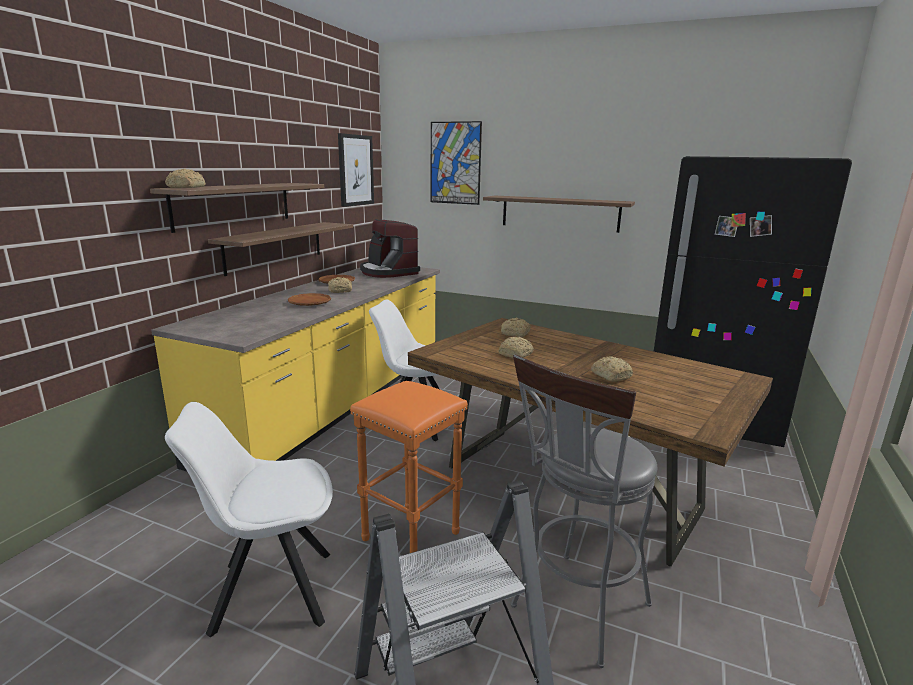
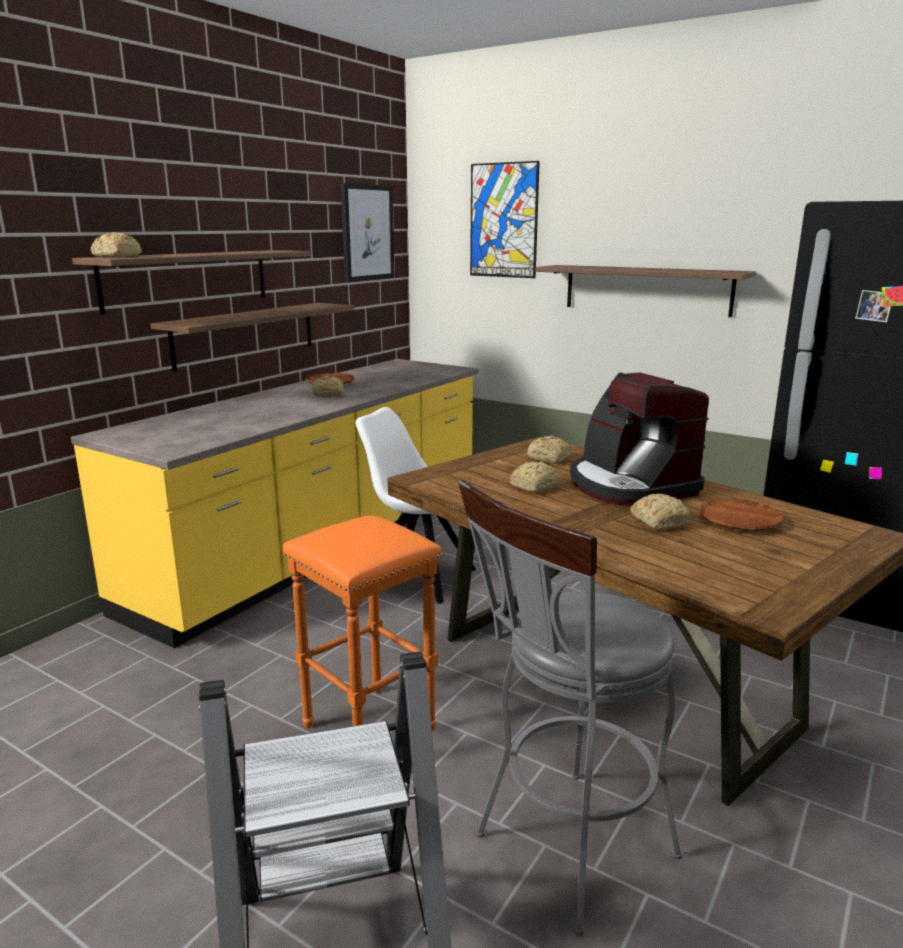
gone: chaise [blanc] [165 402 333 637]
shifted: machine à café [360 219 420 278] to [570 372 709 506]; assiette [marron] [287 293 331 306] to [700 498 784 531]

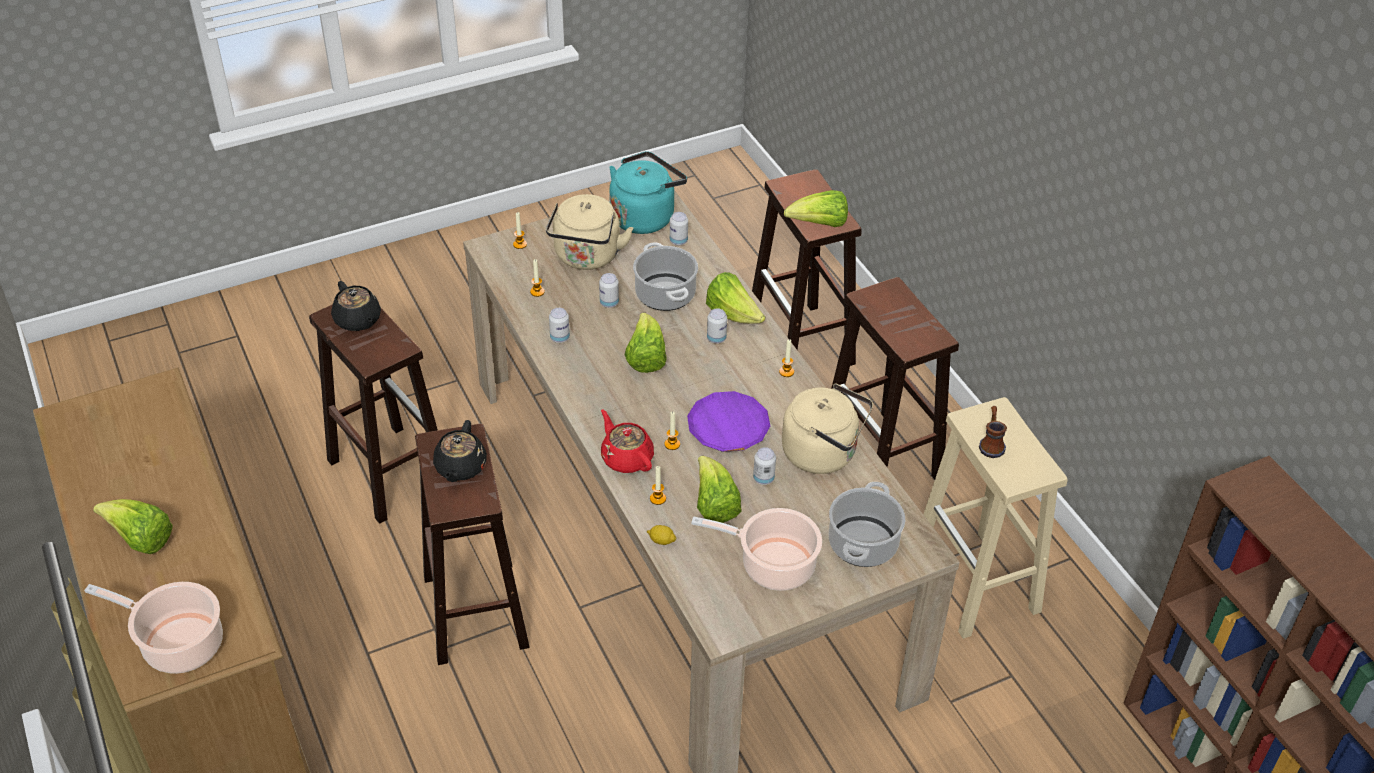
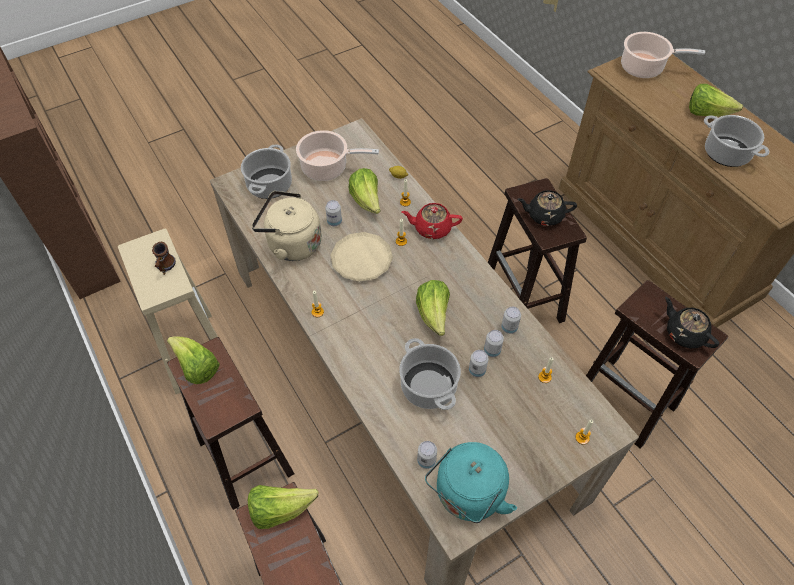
gone: bouilloire [beige] [546 194 633 270]
new: marmite [704 115 769 167]
shifted: laitue [706 272 765 324] to [167 336 220 384]; boîte métallique [707 308 727 344] to [484 330 504 357]
repainted: assiette [violet] [687 391 770 452] to assiette [beige] [330 232 393 282]
rotated: théière [rouge] [601 409 654 473] = [401 203 463 239] 135 degrees clockwise; théière [noir] [433 420 487 482] = [517 190 577 226] 90 degrees counterclockwise

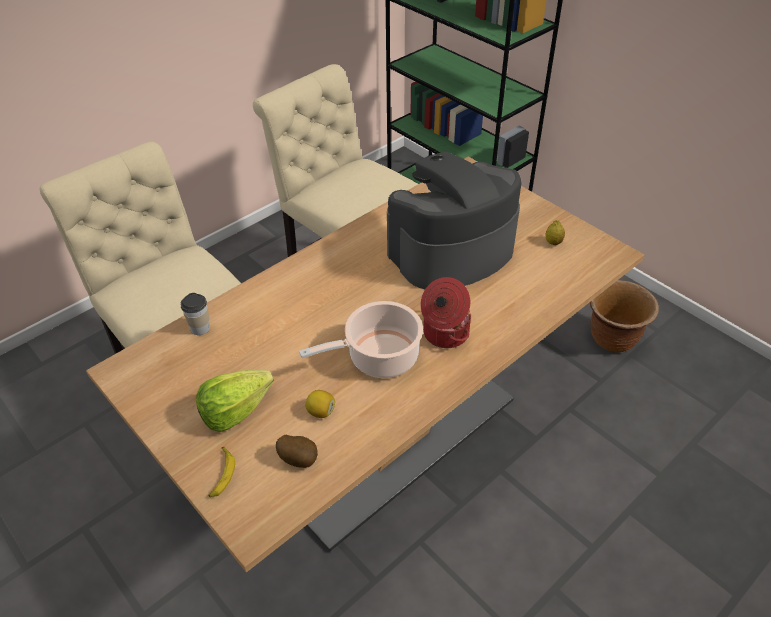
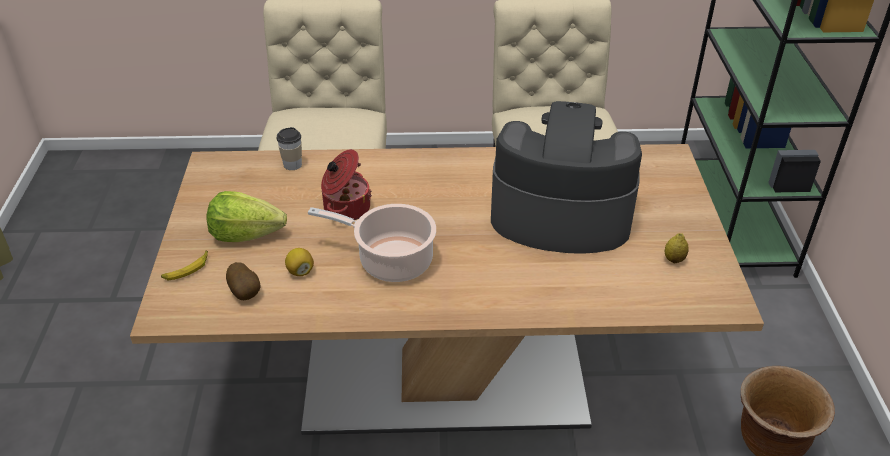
shifted: marmite [421 277 471 348] to [321 149 372 220]

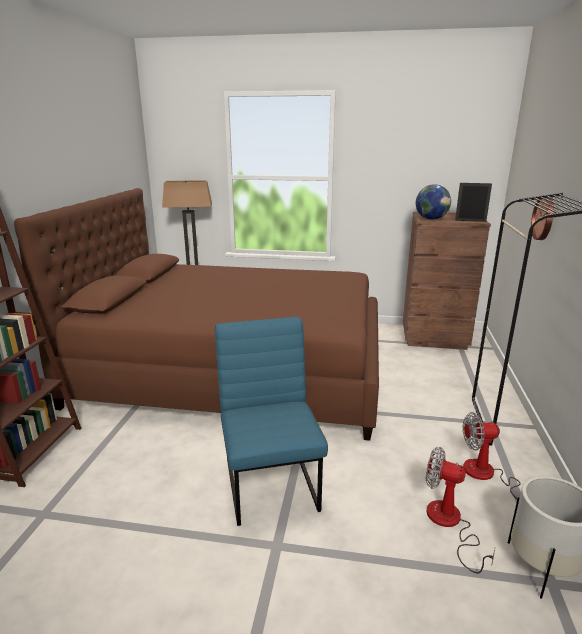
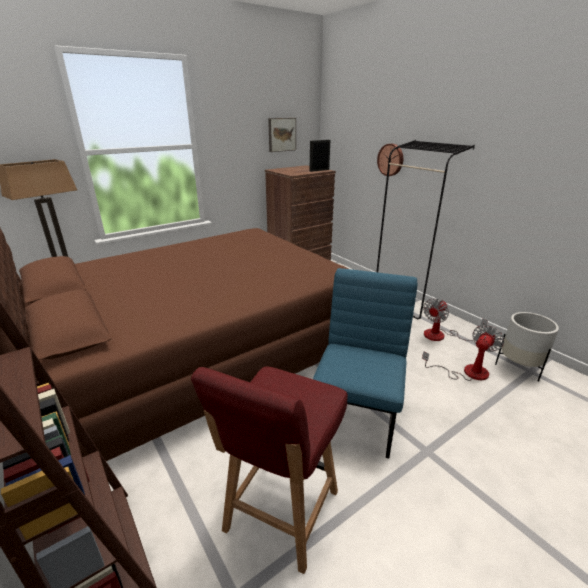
gone: globe [416 184 451 220]
new: chaise [rouge] [191 367 348 574]; tableau [268 118 296 152]
rotated: chaise [bleu] [215 317 328 526] = [313 268 417 459] 75 degrees clockwise; ventilateur [426 447 495 574] = [422 325 504 381] 150 degrees clockwise

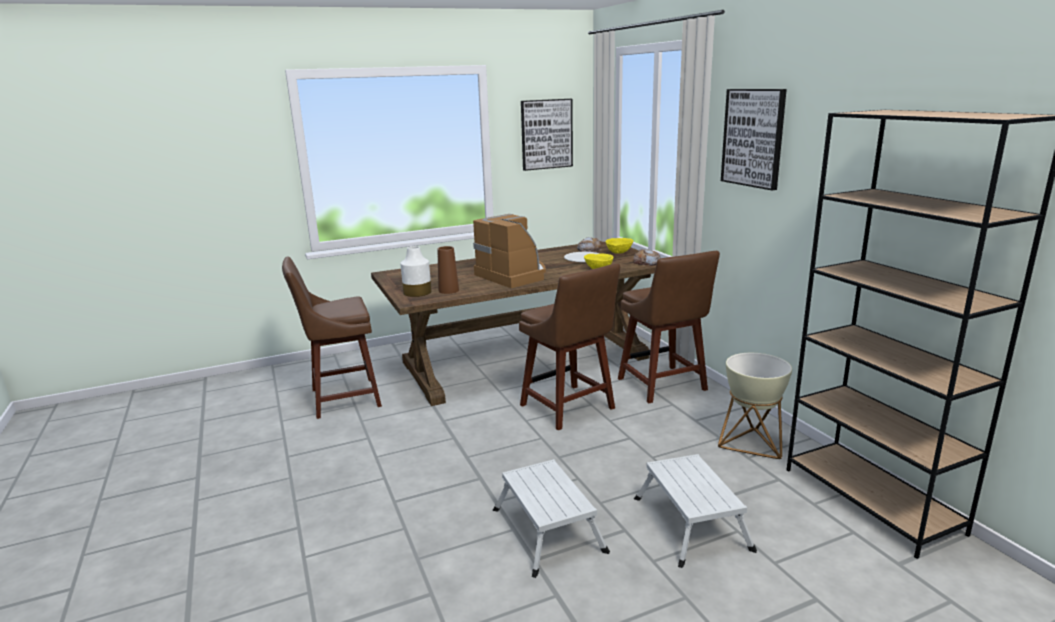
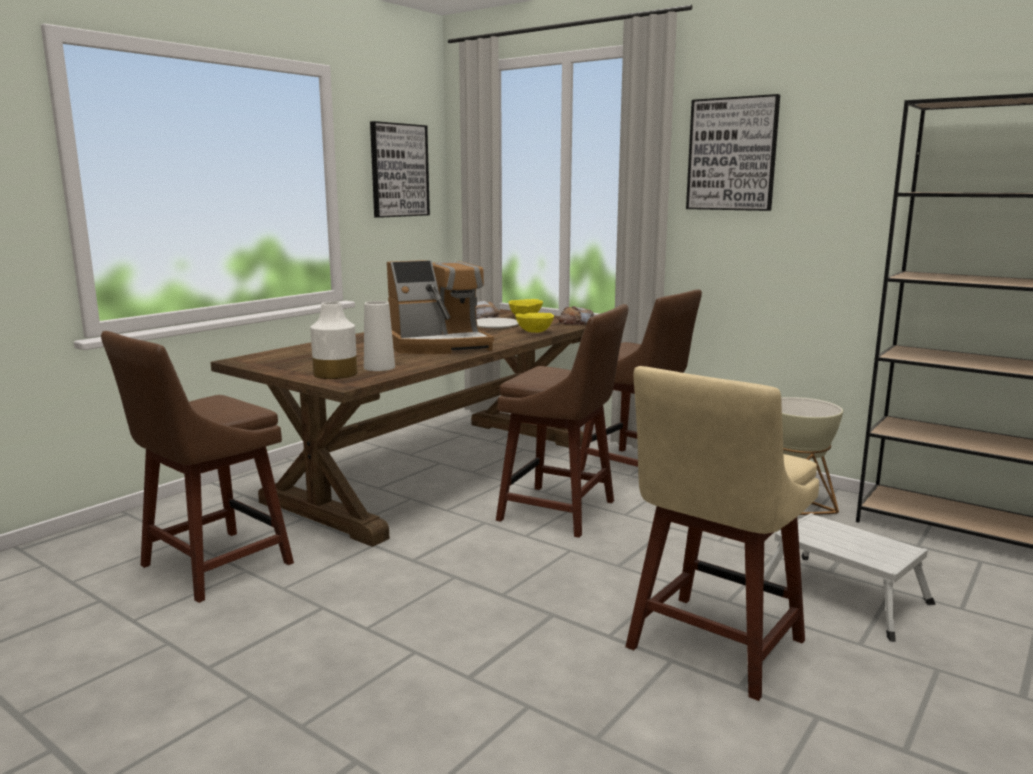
swapped: escabeau [blanc] [492 459 610 578] to chaise [beige] [625 366 819 701]
repainted: vase [marron] [437 246 459 294] to vase [blanc] [364 301 395 371]
rotated: machine à café [473 214 546 288] = [387 260 494 354] 135 degrees clockwise

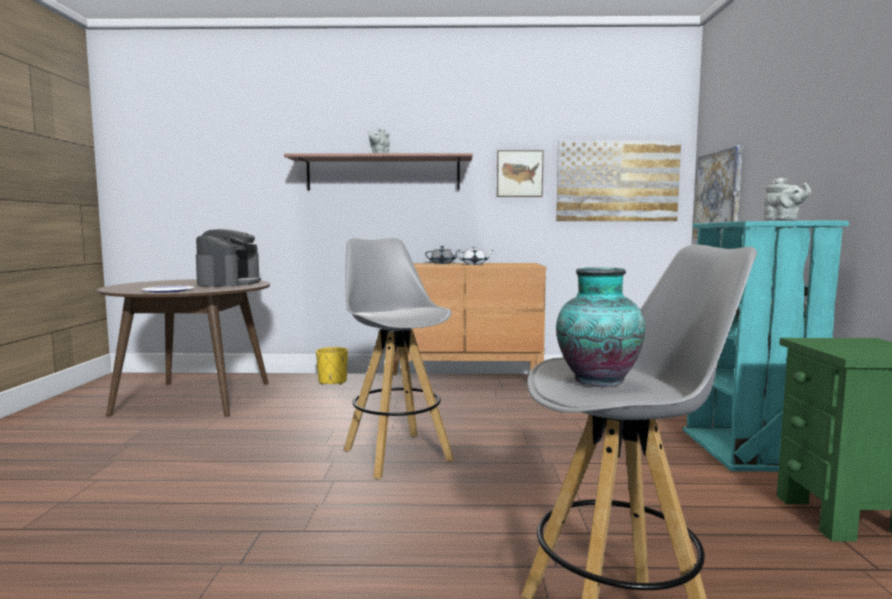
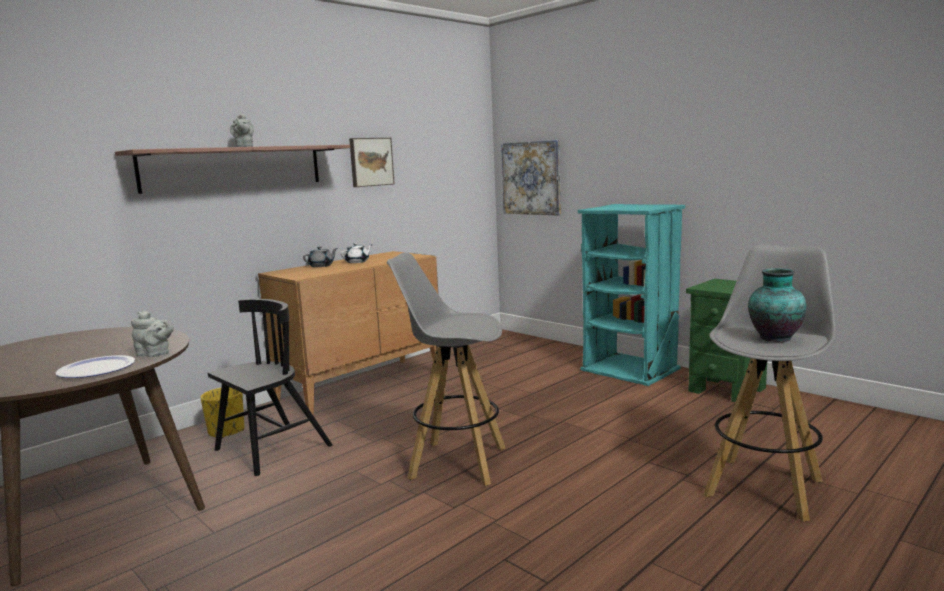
gone: machine à café [196 229 261 287]; tableau [556 140 681 221]
new: chaise [noir] [208 299 333 476]
shifted: théière [gris] [763 178 811 220] to [131 311 174 357]

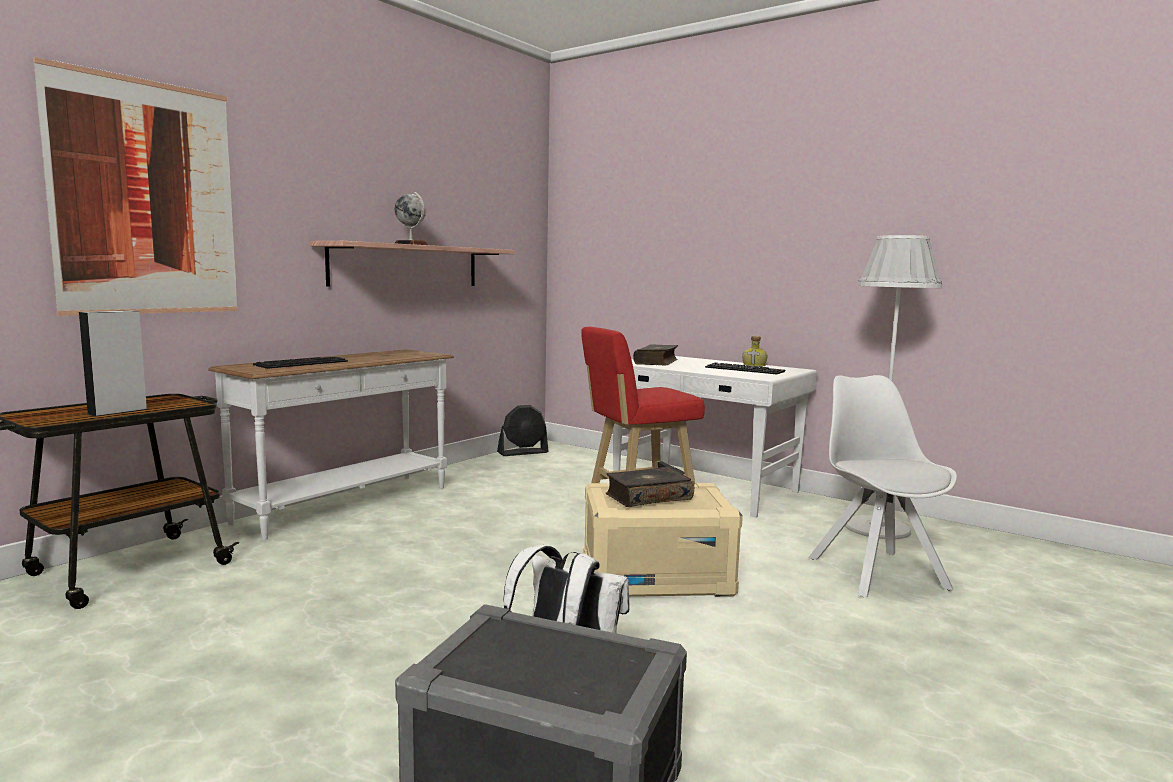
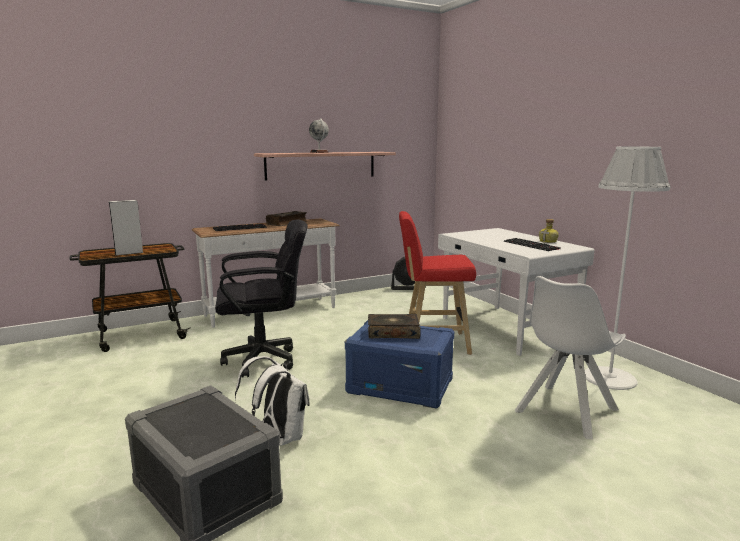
gone: tableau [33 57 238 316]
new: chaise de bureau [noir] [215 219 308 377]
shifted: livre [633 344 678 365] to [266 211 307 226]
repainted: boîte de rangement [beige] [584 483 743 597] to boîte de rangement [bleu] [345 320 454 409]
rotated: chaise [blanc] [808 375 957 598] = [515 276 626 439] 150 degrees counterclockwise

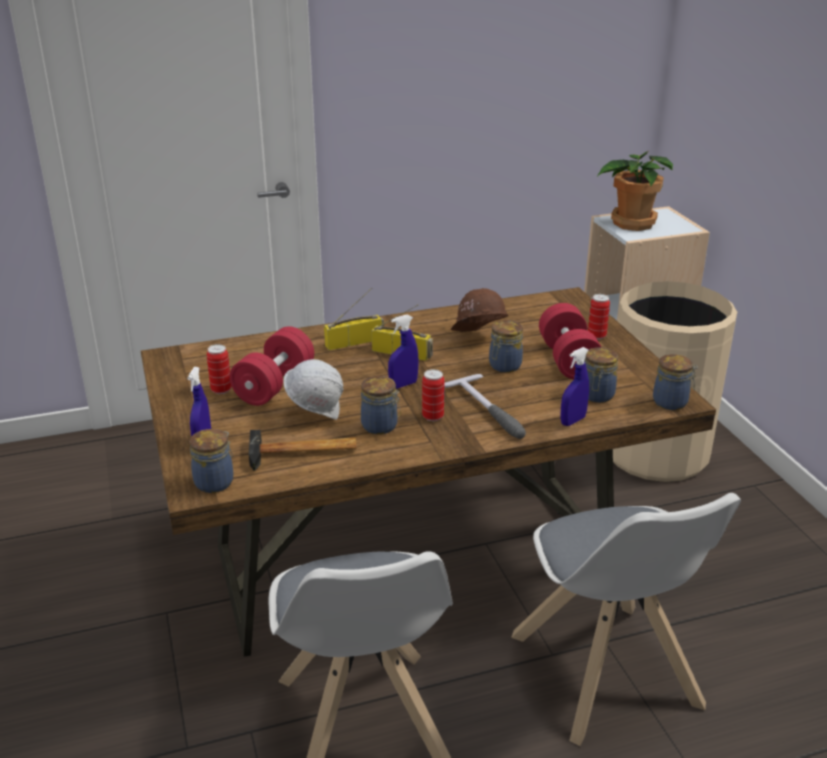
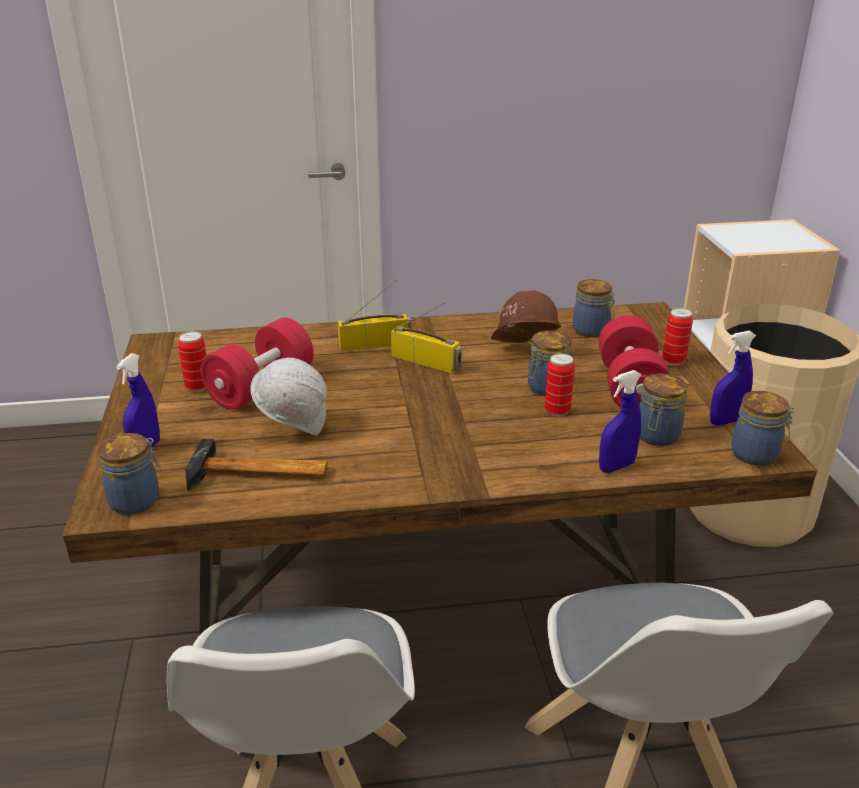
gone: marteau [444 374 526 439]; plante en pot [598 151 673 231]
shifted: boîte métallique [422 369 445 421] to [545 353 575 416]; bocal [361 376 401 434] to [573 279 616 337]; vaporisateur [bleu] [388 314 419 389] to [710 331 756 426]

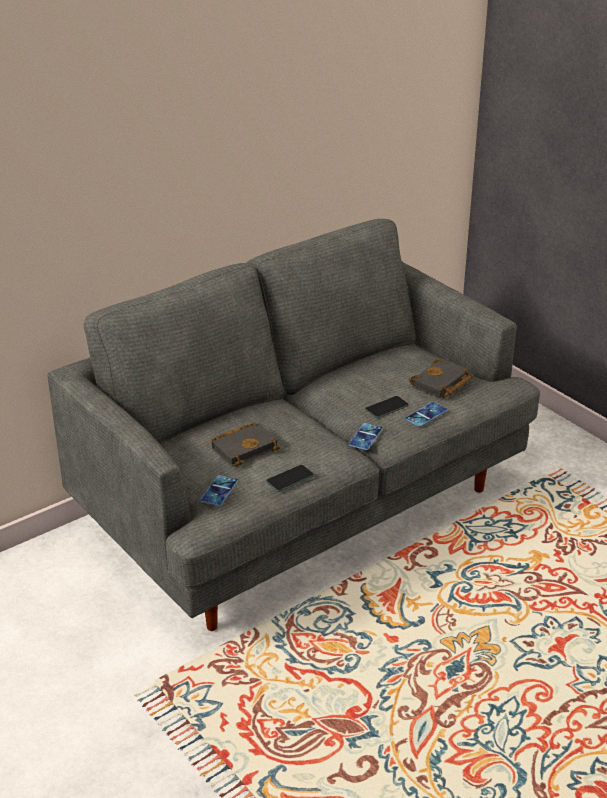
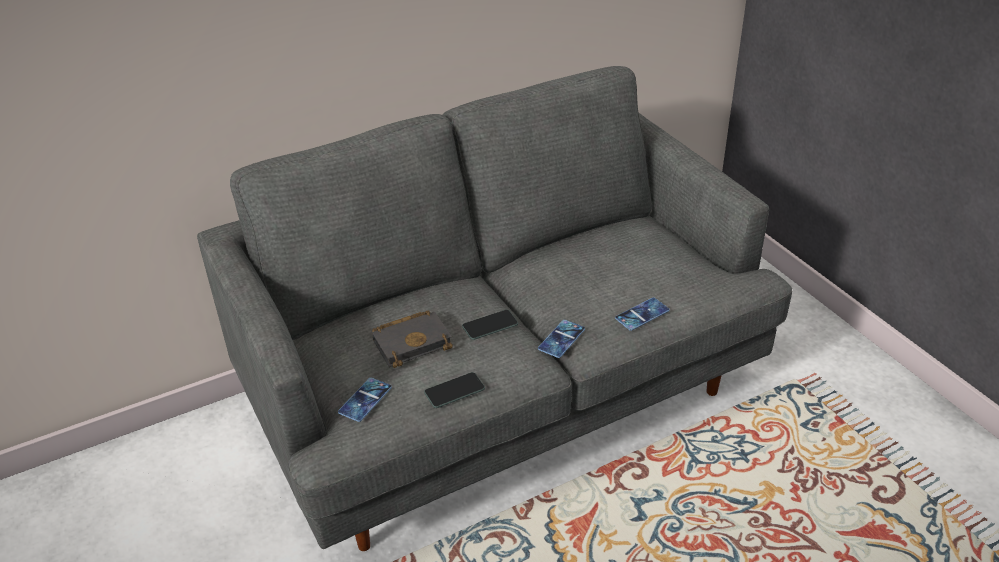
gone: livre [noir] [409 358 473 398]
shifted: téléphone [365 396 409 418] to [462 310 518 340]

